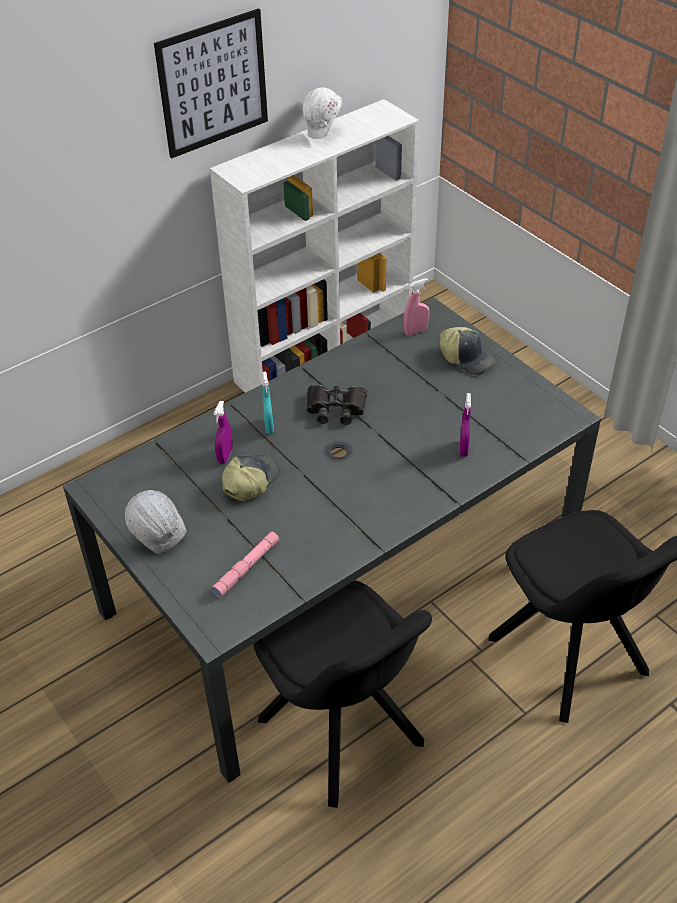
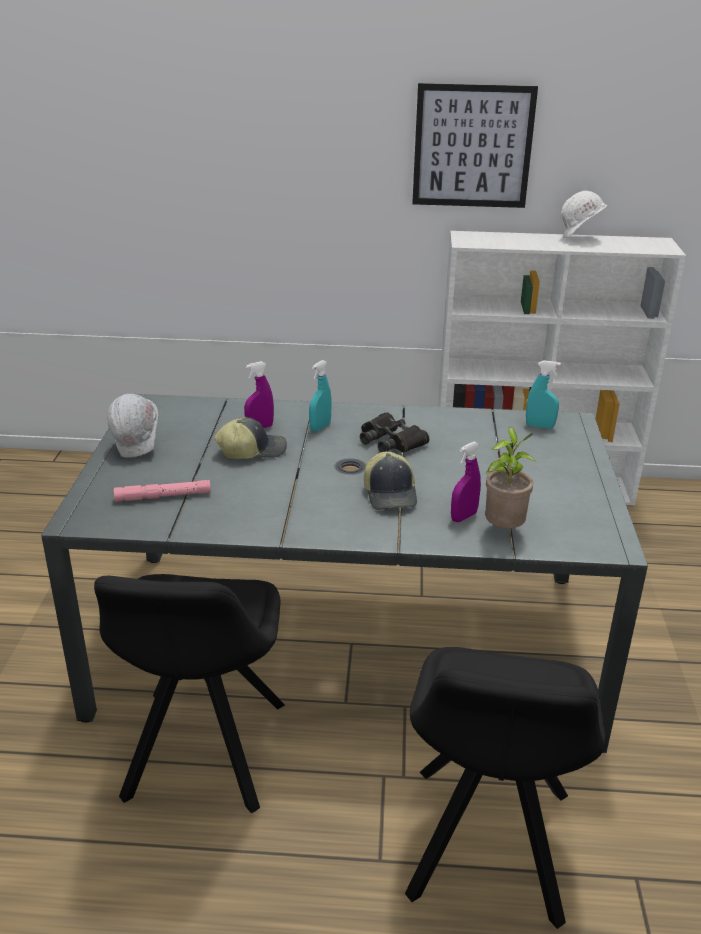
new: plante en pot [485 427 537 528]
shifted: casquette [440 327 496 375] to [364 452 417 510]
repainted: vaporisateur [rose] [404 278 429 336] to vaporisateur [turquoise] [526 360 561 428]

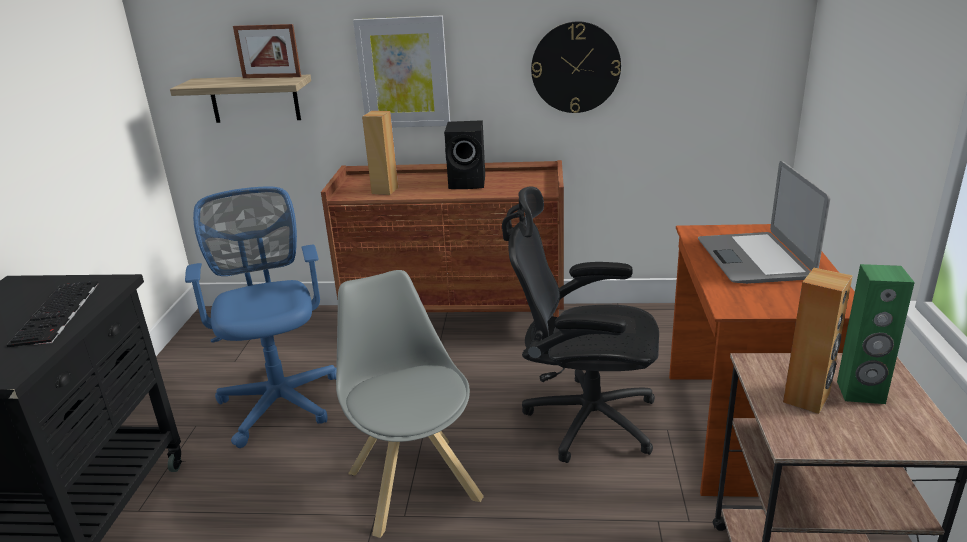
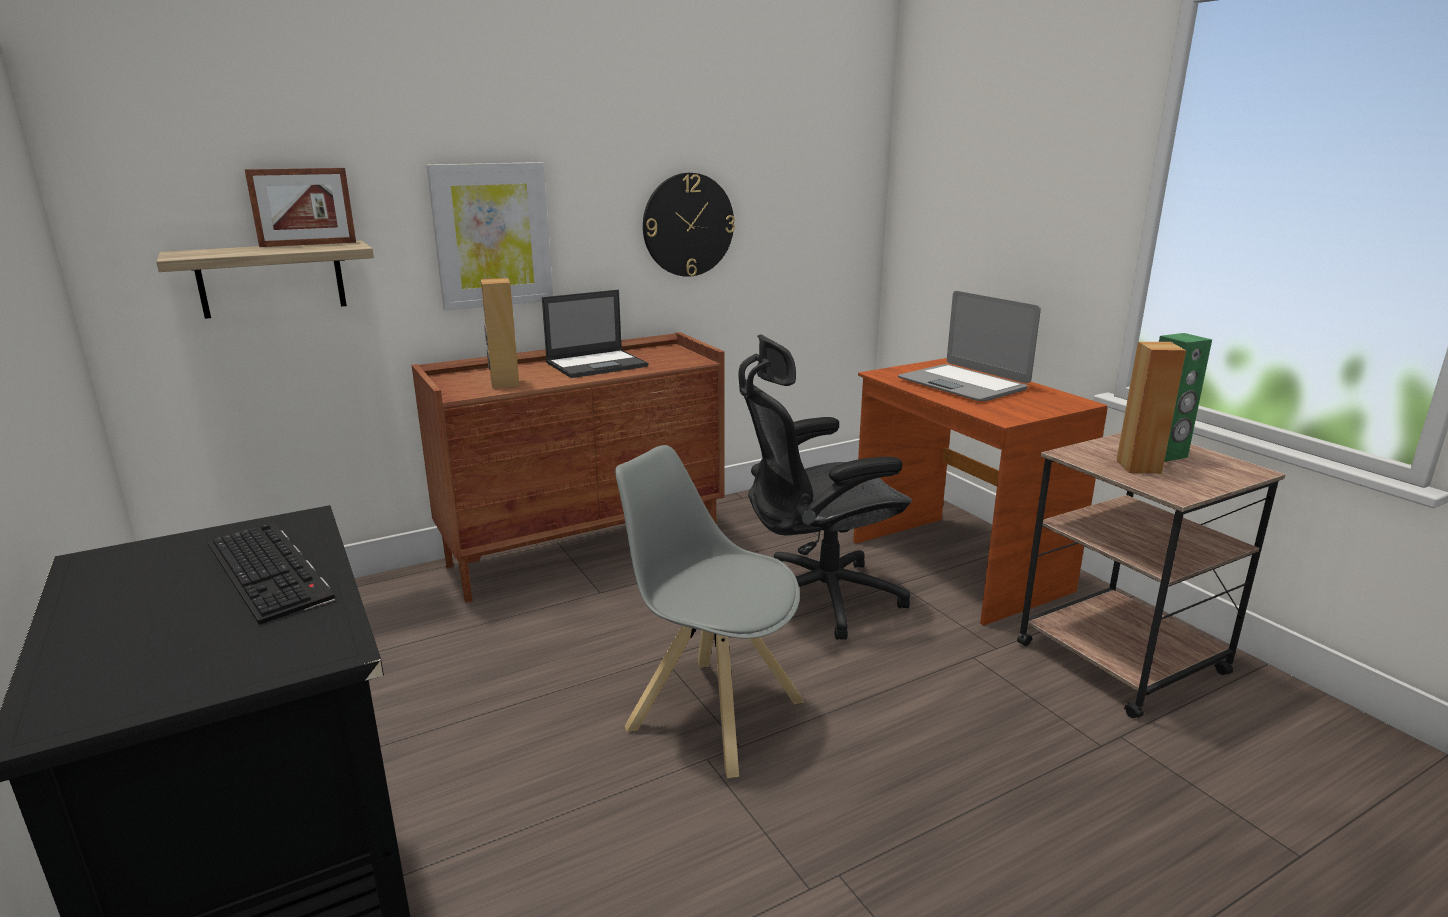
gone: chaise de bureau [bleu] [185 187 336 448]
swapped: enceinte [noir] [444 120 485 189] to ordinateur portable [542 290 648 378]

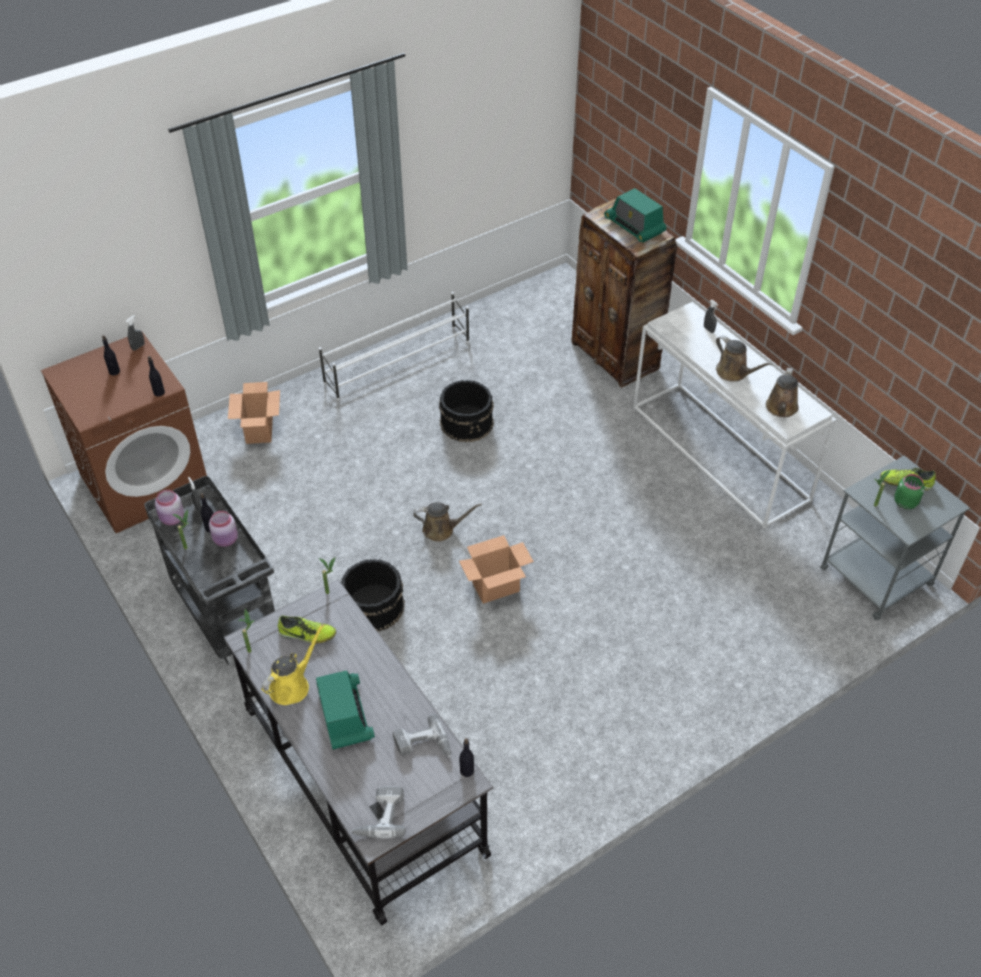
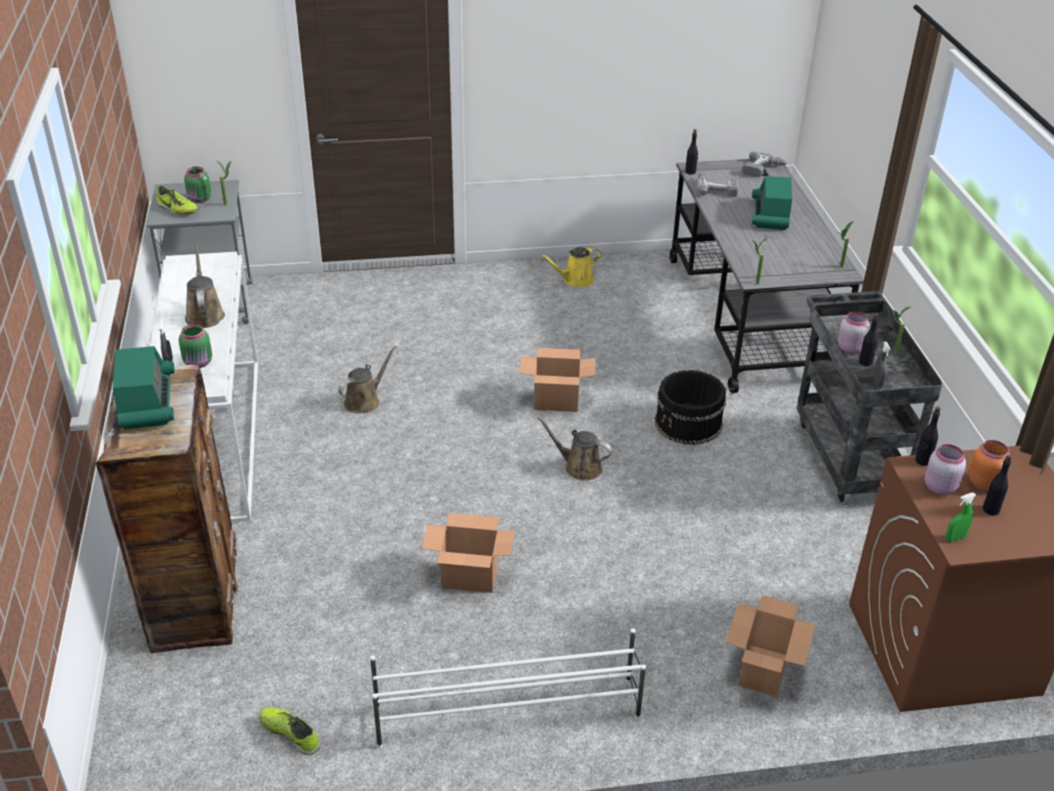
new: bocal [vert] [179 324 212 368]; bocal [orange] [969 440 1010 491]
shifted: chaussure [278 616 336 643] to [259 707 320 755]; arrosoir [marron] [766 368 799 417] to [338 346 397 413]; arrosoir [jaune] [261 624 324 705] to [541 247 601 287]; bocal [rose] [155 490 184 525] to [925 444 966 495]
swapped: seau [noir] [439 380 494 442] to carton [422 513 515 593]
repainted: vaporisateur [gris] [126 315 145 351] to vaporisateur [vert] [946 492 976 542]

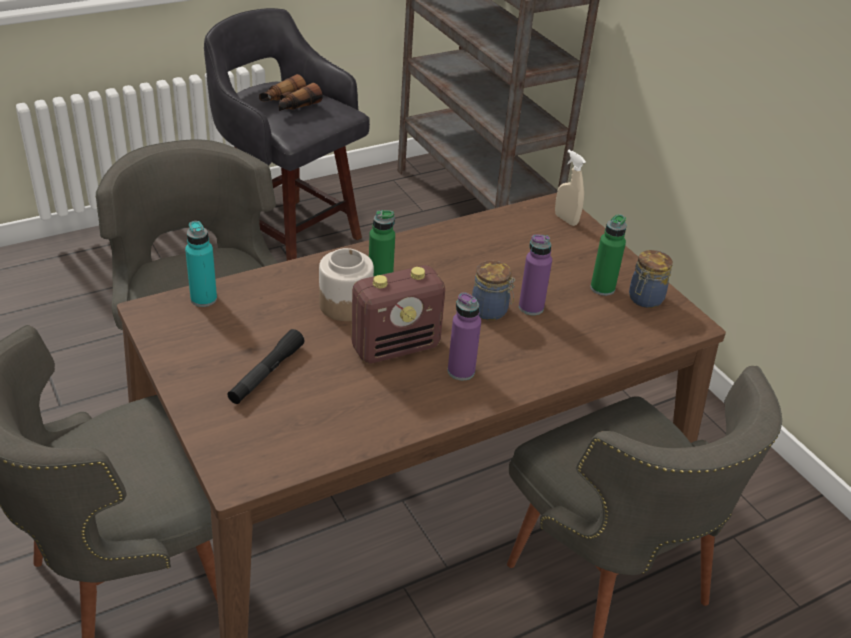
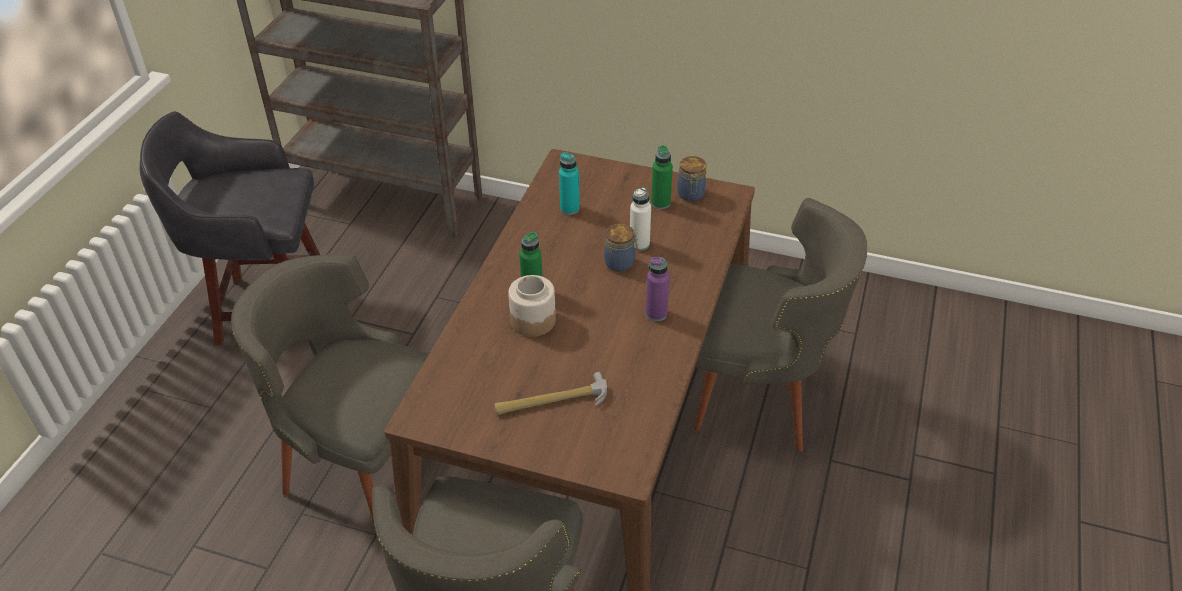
gone: jumelles [259 74 323 111]; radio [351 266 445 364]; vaporisateur [beige] [555 150 586 226]
shifted: bouteille [turquoise] [185 221 217 307] to [559 152 580 215]
swapped: lampe de poche [noir] [227 329 305 404] to marteau [494 372 607 415]
repainted: bouteille [violet] [519 235 552 315] to bouteille [blanc] [630 187 651 251]

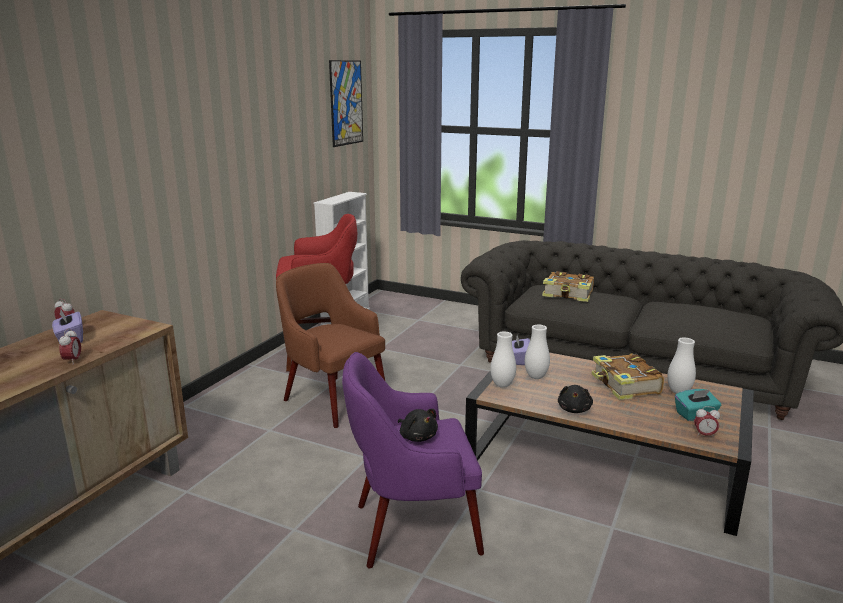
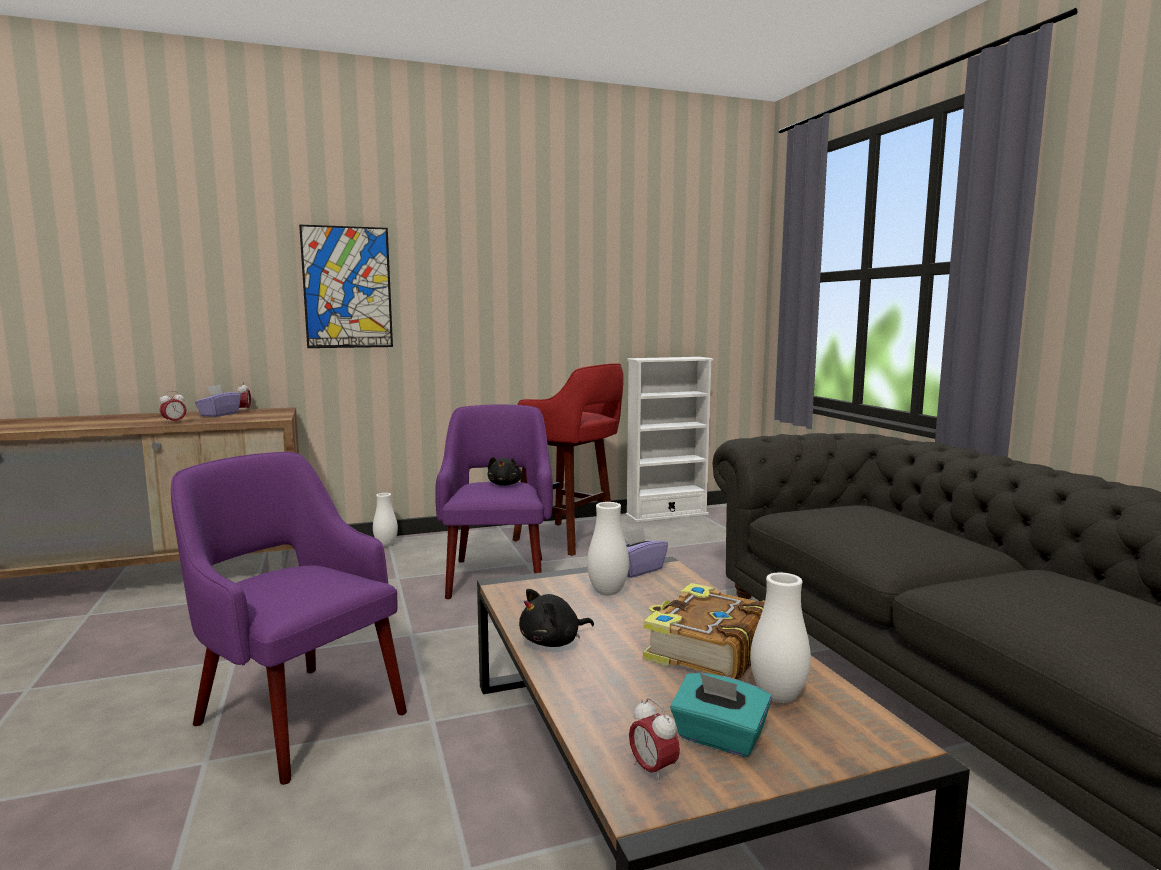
gone: livre [542 271 594 302]
shifted: tableau [329 60 363 147] to [299 225 393 348]; vase [blanc] [490 332 516 388] to [373 493 398 546]; peluche [noir] [398 409 438 442] to [488 457 523 486]
repainted: fauteuil [marron] [276 263 385 428] to fauteuil [violet] [435 404 553 599]

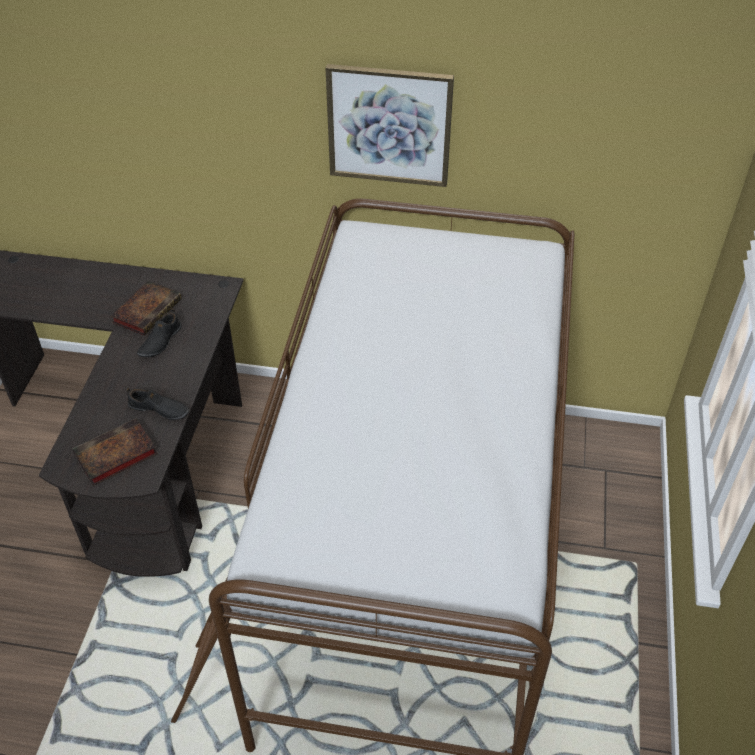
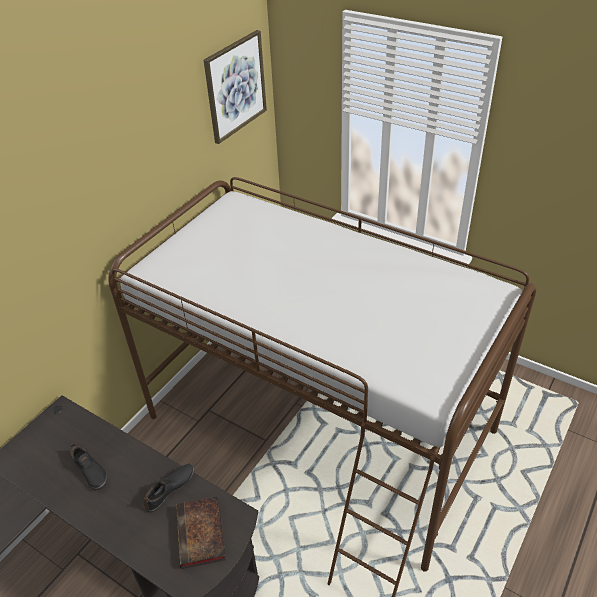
gone: livre [111 281 182 335]
shifted: tableau [326 64 454 187] to [204 30 267 144]

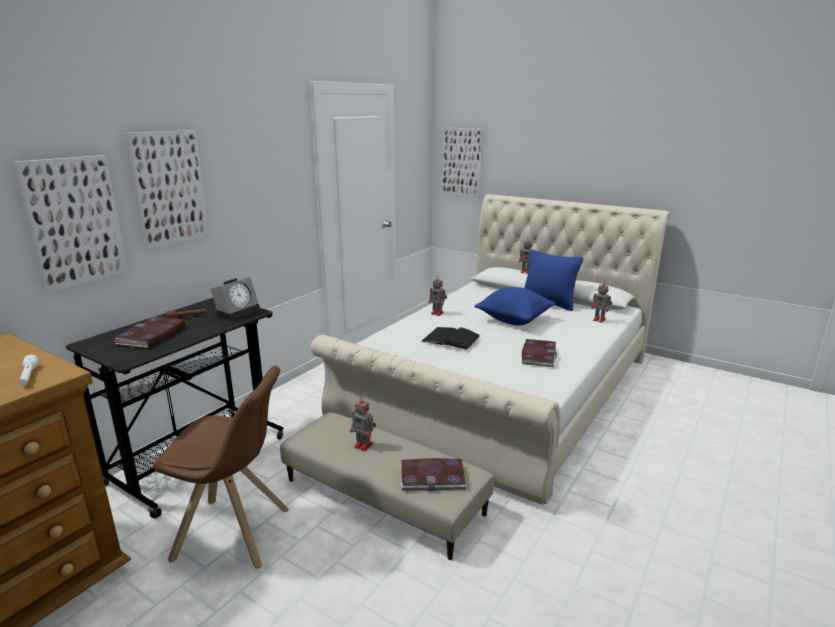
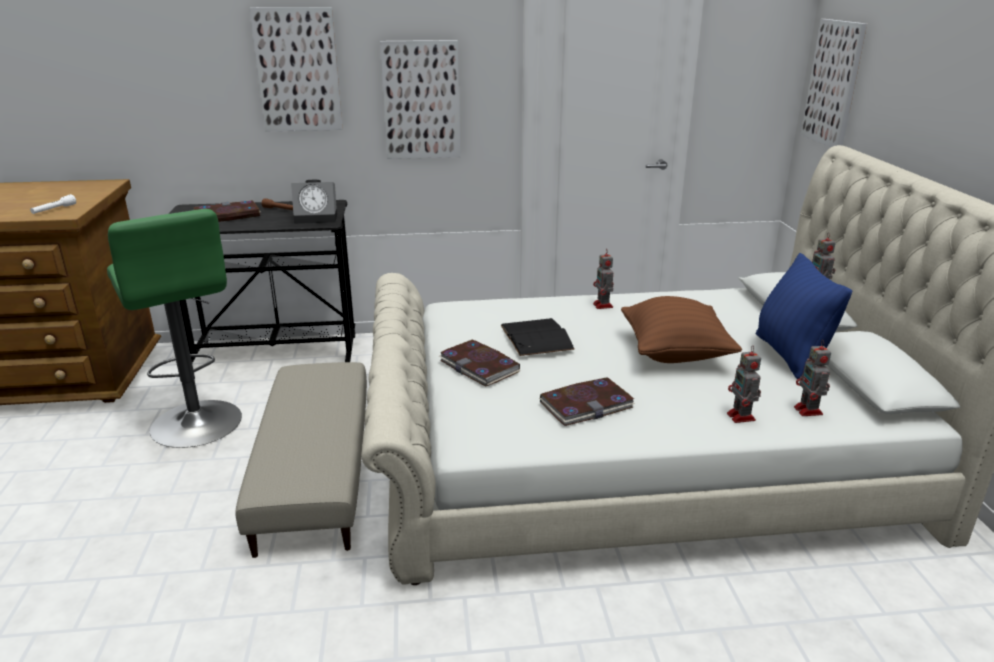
shifted: tableau [13 155 128 292] to [380 40 461 159]; livre [400 458 468 491] to [438 339 521 387]; robot jouet [350 396 376 451] to [727 346 761 423]
swapped: chaise [marron] [153 366 289 569] to tabouret [vert] [107 209 242 448]
repainted: coussin [bleu] [474 287 555 325] to coussin [marron] [621 296 742 363]

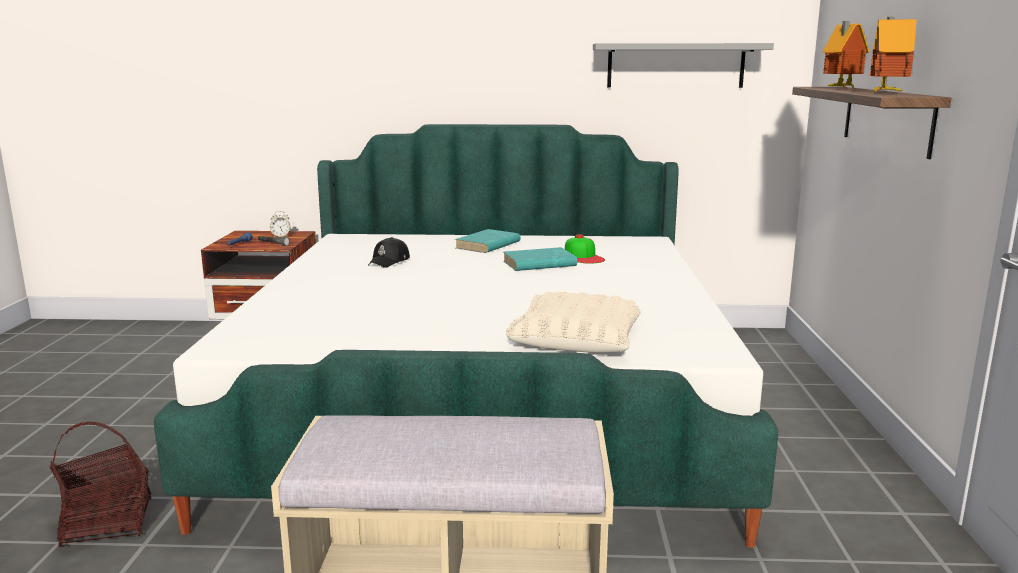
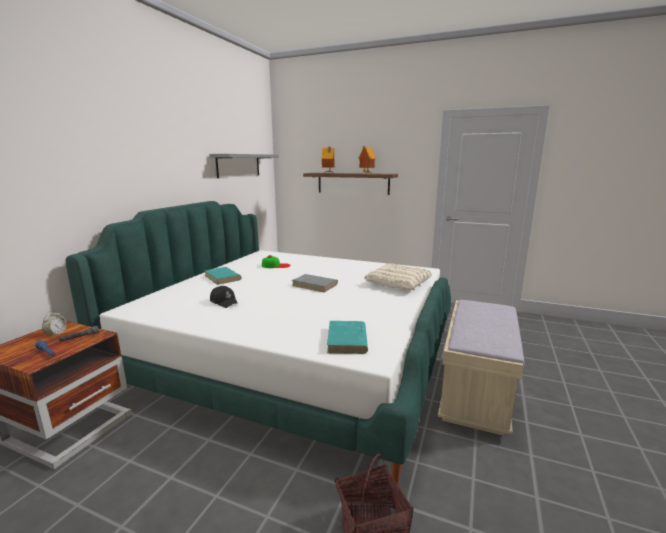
new: livre [gris] [292 274 338 292]
shifted: livre [turquoise] [503 247 577 271] to [327 321 368 354]

